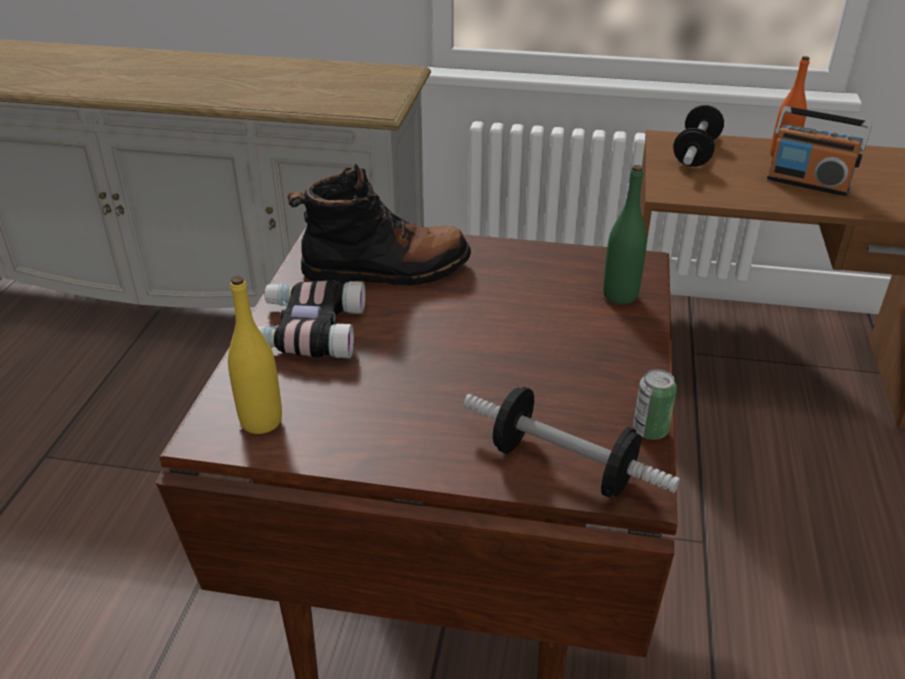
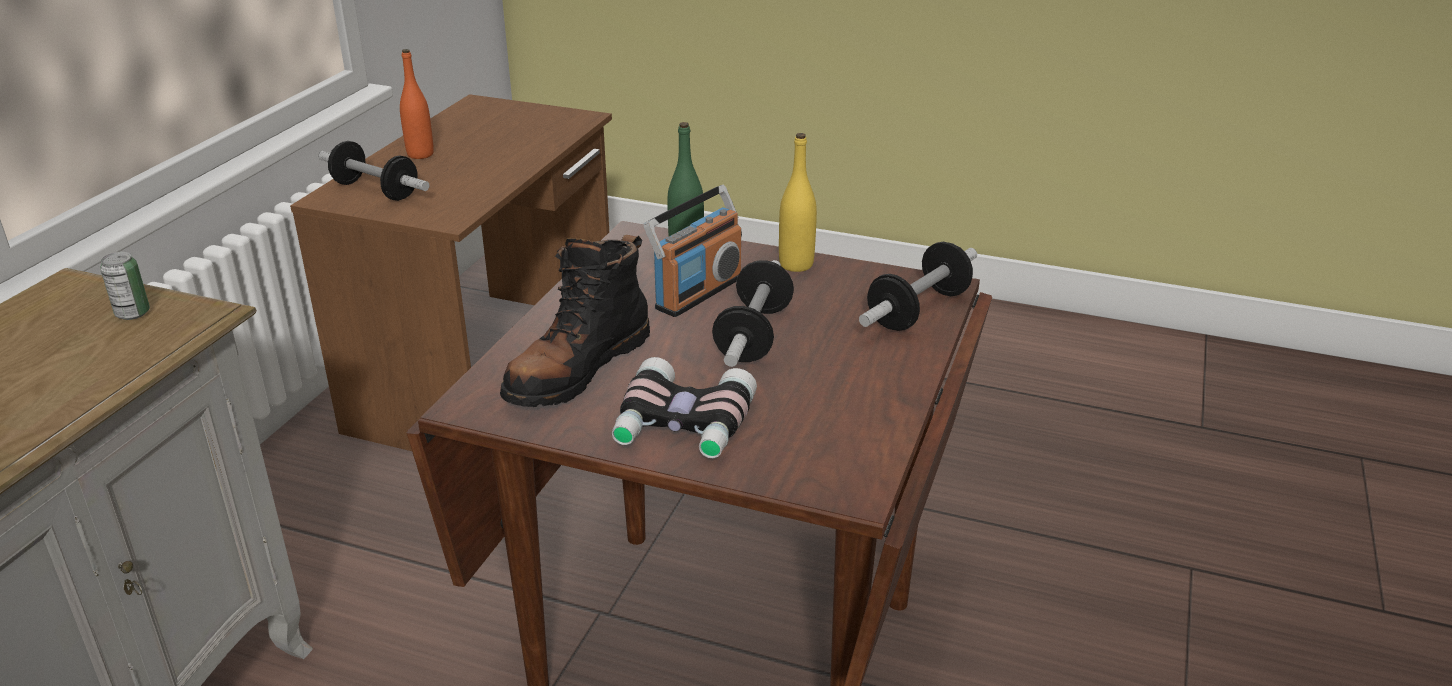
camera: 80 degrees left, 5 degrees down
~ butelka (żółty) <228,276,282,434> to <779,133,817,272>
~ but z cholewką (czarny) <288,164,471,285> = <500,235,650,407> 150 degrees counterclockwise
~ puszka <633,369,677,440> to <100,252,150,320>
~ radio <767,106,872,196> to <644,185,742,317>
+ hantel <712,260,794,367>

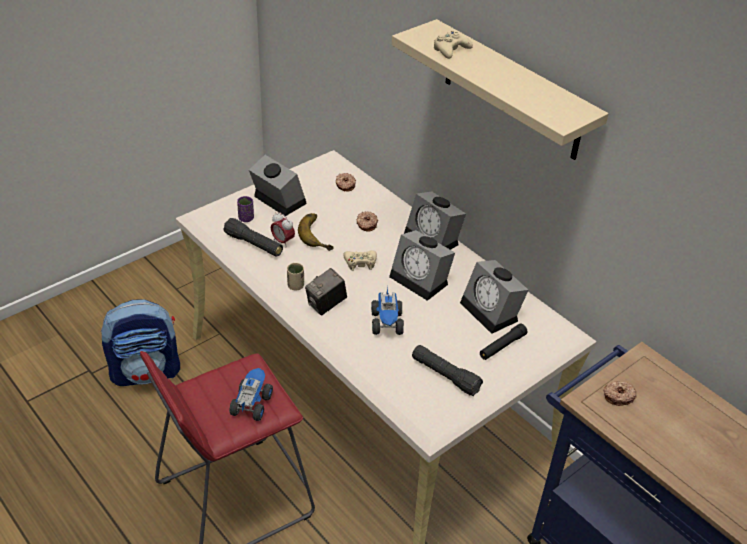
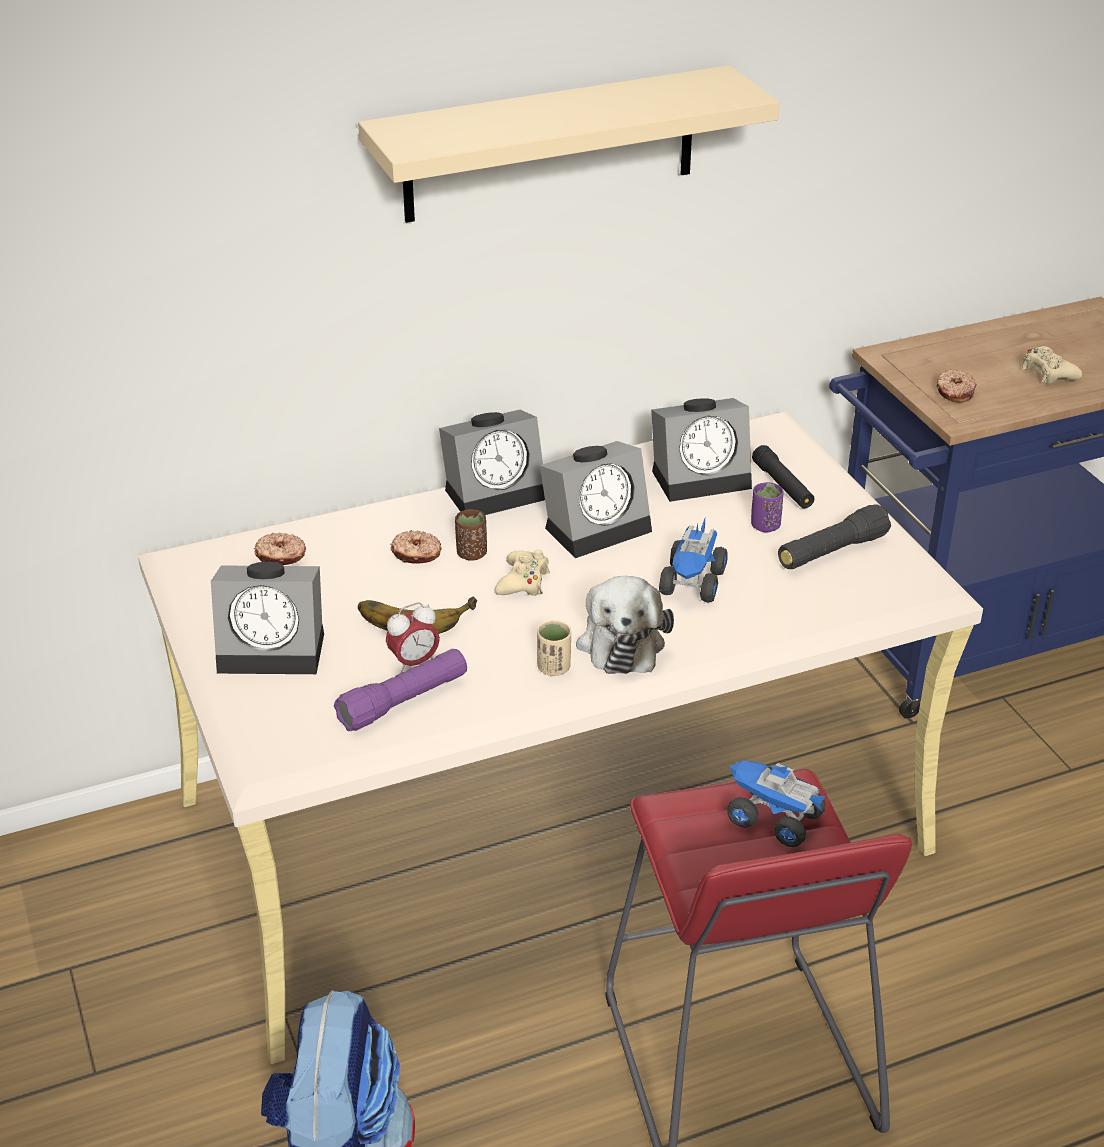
camera: 70 degrees left, 5 degrees down
~ latarka (czarny) <223,218,283,257> to latarka (fioletowy) <334,649,467,731>
~ filiżanka (fioletowy) <237,196,254,222> to <751,482,784,532>
~ budzik <249,155,307,216> = <211,562,324,674> 150 degrees counterclockwise
~ aparat fotograficzny <305,268,347,315> to pluszak <576,576,674,674>
~ ciężarówka zabawkowa <371,286,404,335> = <659,519,727,603> 90 degrees clockwise
~ pad do gier (beżowy) <434,31,473,59> to <1022,346,1082,384>
+ filiżanka (brązowy) <455,509,487,561>

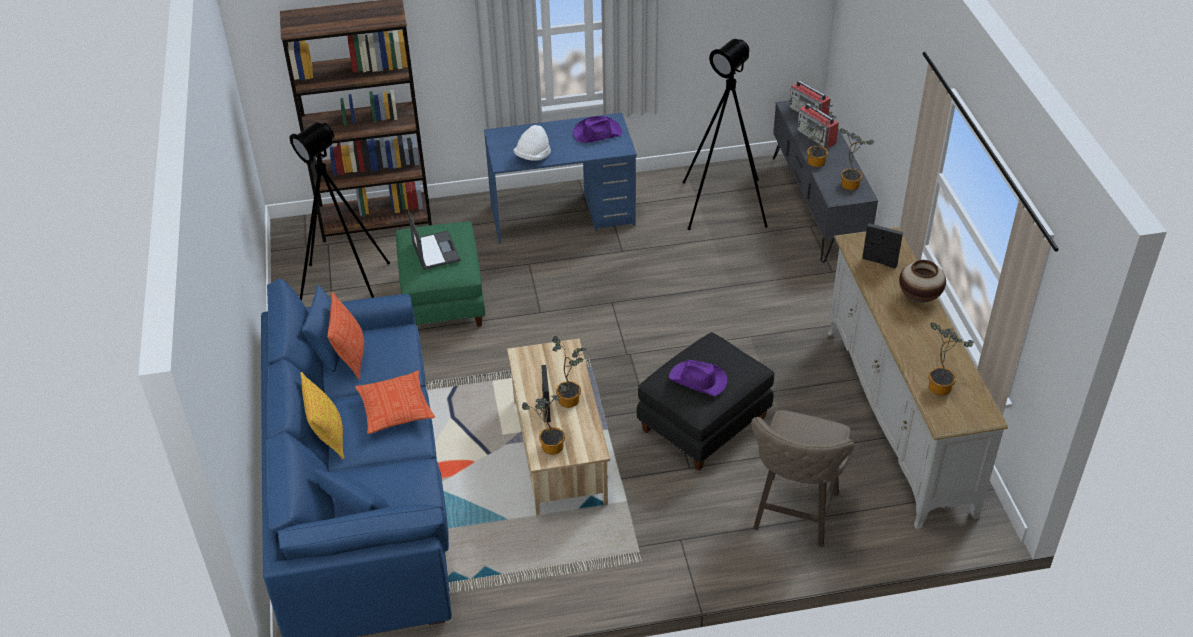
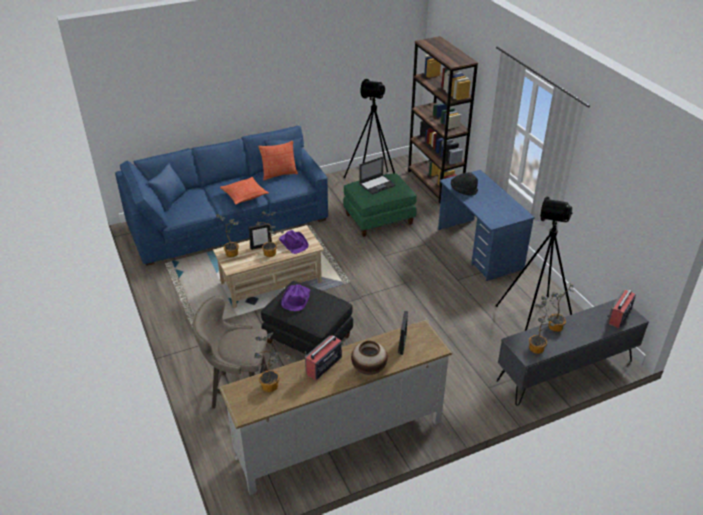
camera: 75 degrees right, 5 degrees down
- poduszka (żółty) <300,372,345,460>
~ kapelusz (biały) <513,125,551,161> to kapelusz (czarny) <451,172,478,196>
~ kapelusz (fioletowy) <573,116,622,143> to <278,230,309,254>
~ radio <797,103,839,148> to <305,335,342,380>

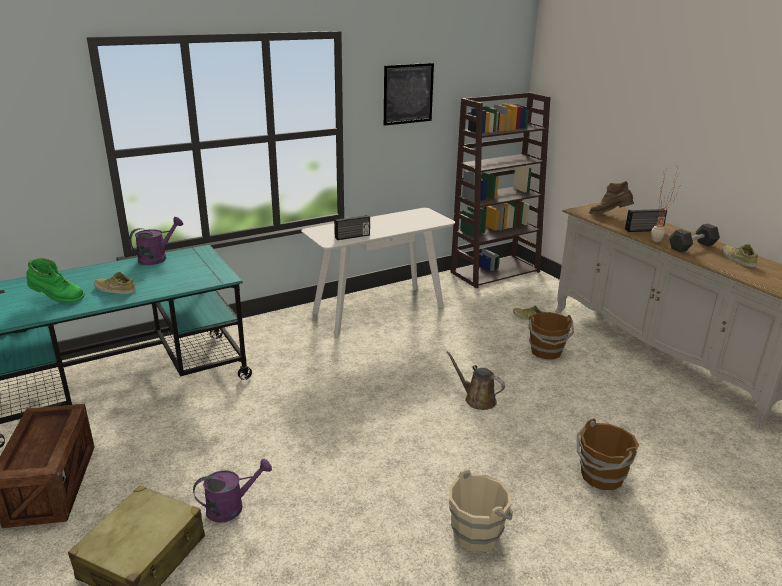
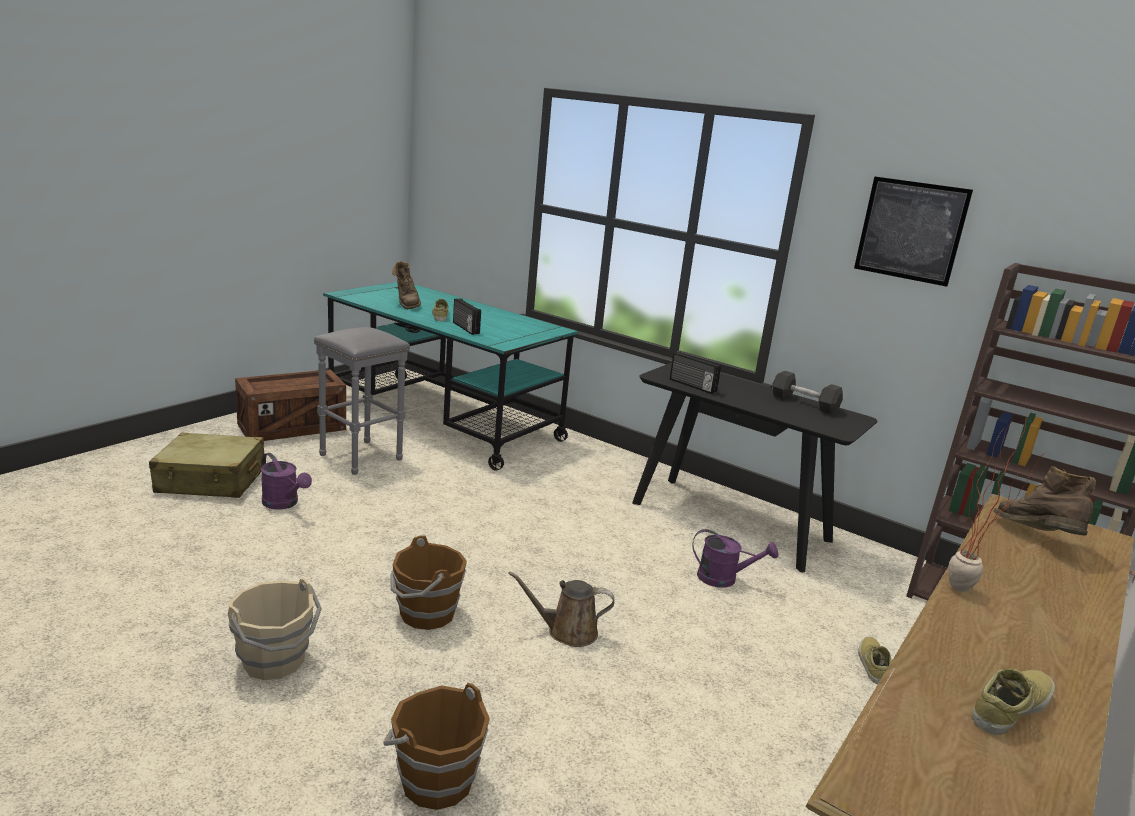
camera: 65 degrees right, 5 degrees down
~ but z cholewką (zielony) <26,258,85,303> to but z cholewką (brązowy) <392,261,421,309>
~ konewka (fioletowy) <129,217,183,265> to <692,529,778,588>
~ stolik konsolowy (biały) <301,208,455,336> to stolik konsolowy (czarny) <632,362,877,573>
~ konewka (brązowy) <446,351,505,410> = <509,571,614,647> 105 degrees counterclockwise
~ wiadro (brązowy) <529,312,574,359> to <390,535,467,630>
~ radio <625,209,667,232> to <453,299,481,335>
~ hantel (szary) <669,224,720,252> to <772,371,843,414>
+ stołek (szary) <314,327,410,475>

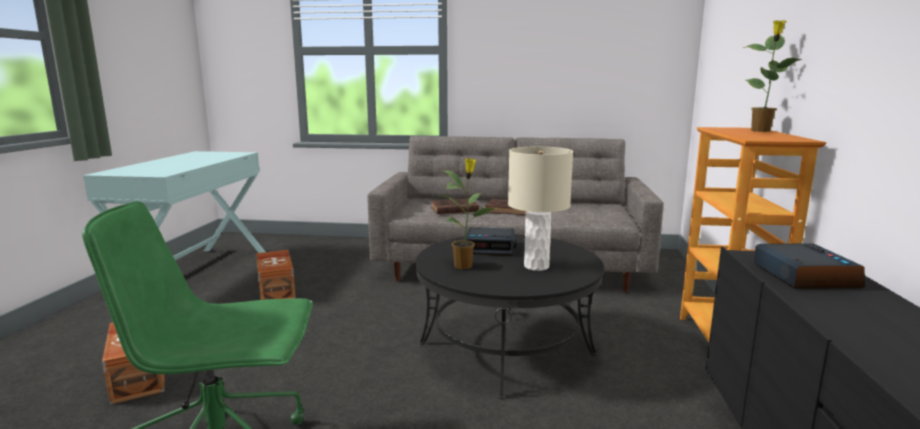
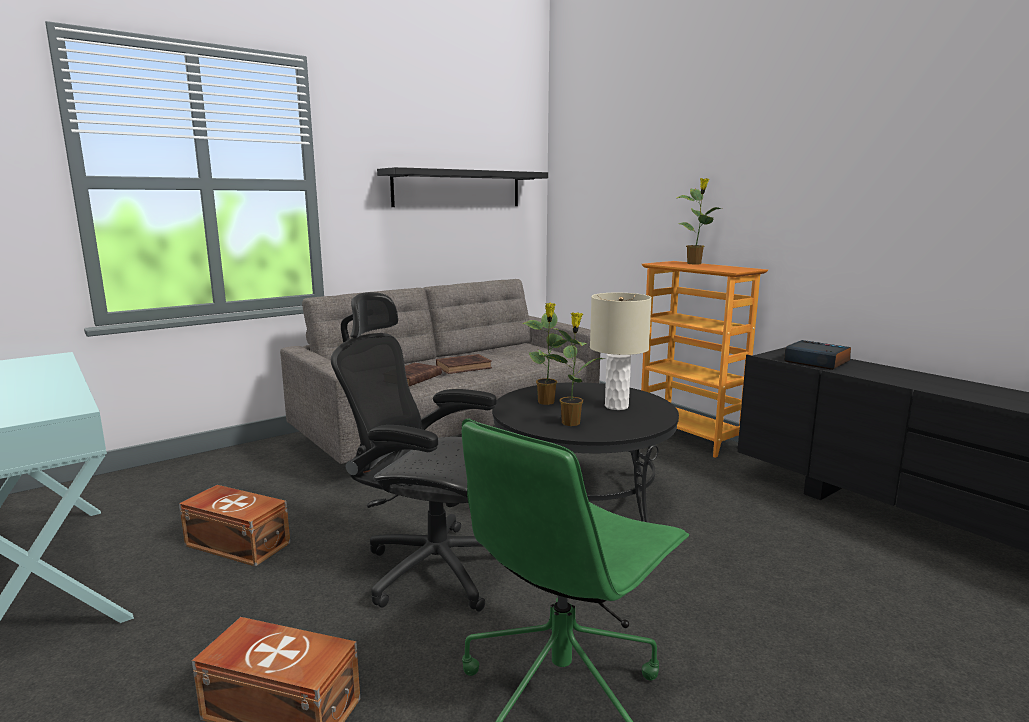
camera: 45 degrees left, 0 degrees up
~ budzik <465,227,516,256> to roślina doniczkowa <522,303,568,405>
+ krzesło biurowe <331,292,497,612>
+ półka (czarny) <377,167,548,207>

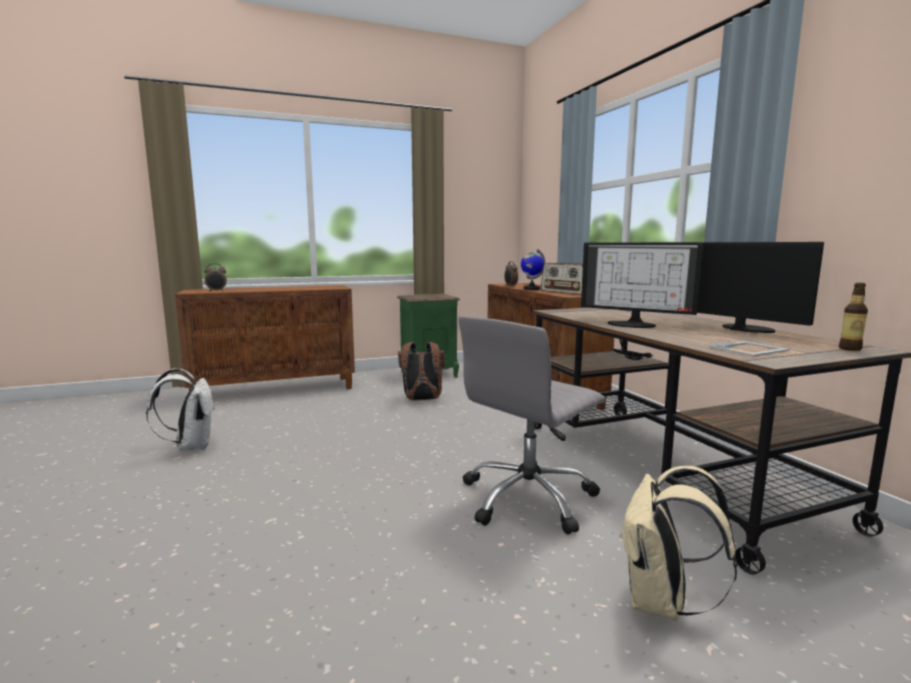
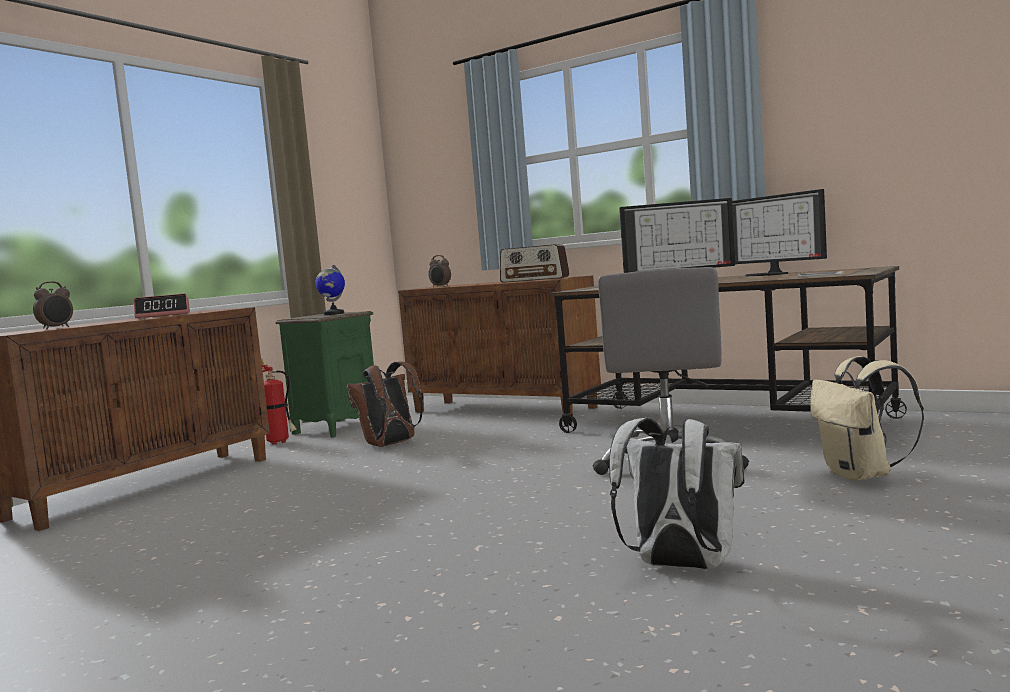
camera: 35 degrees left, 5 degrees down
~ plecak (biały) <146,368,215,451> to <609,418,745,570>
~ globus <521,249,545,290> to <315,265,345,315>
~ monitor <697,242,824,333> = <732,189,827,277> 150 degrees counterclockwise
- butelka <839,283,868,351>
+ budzik <134,294,190,319>
+ gaśnica <261,358,297,444>

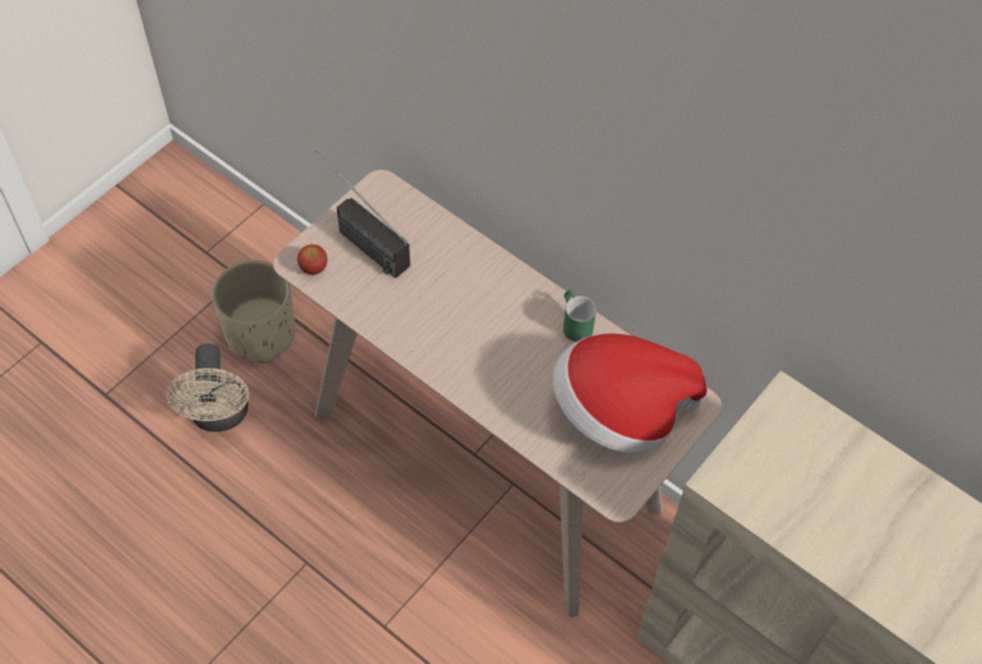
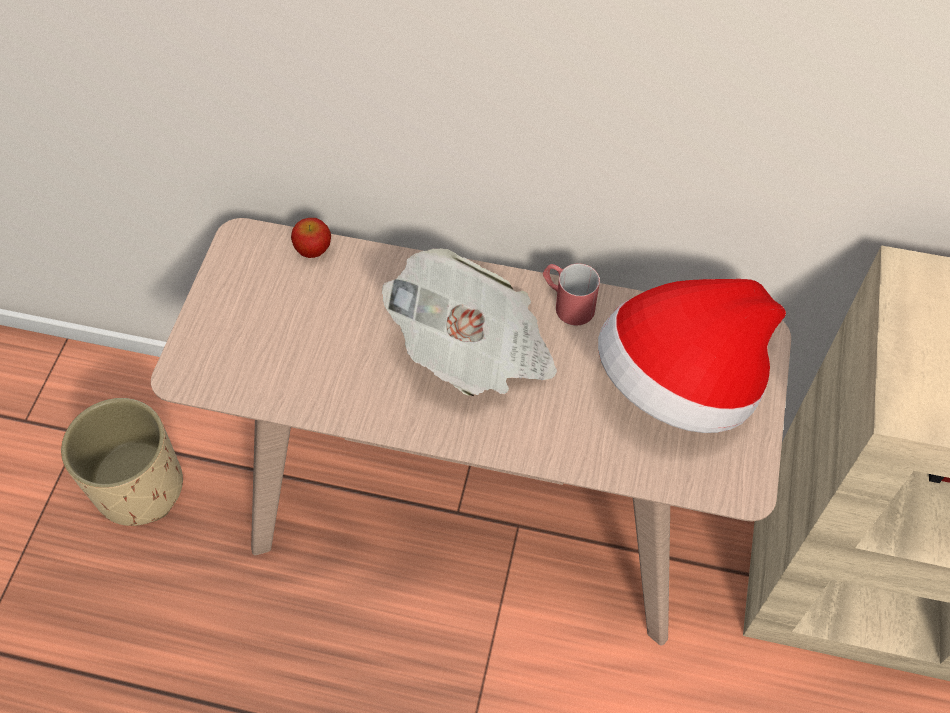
camera: 25 degrees left, 0 degrees up
- wentylator (beżowy) <166,343,249,432>
~ jabłko <297,244,327,275> to <291,218,331,258>
- radio <316,151,410,278>
~ kubek (zielony) <563,290,596,342> to kubek (czerwony) <543,263,600,326>
+ gazeta <382,248,557,397>

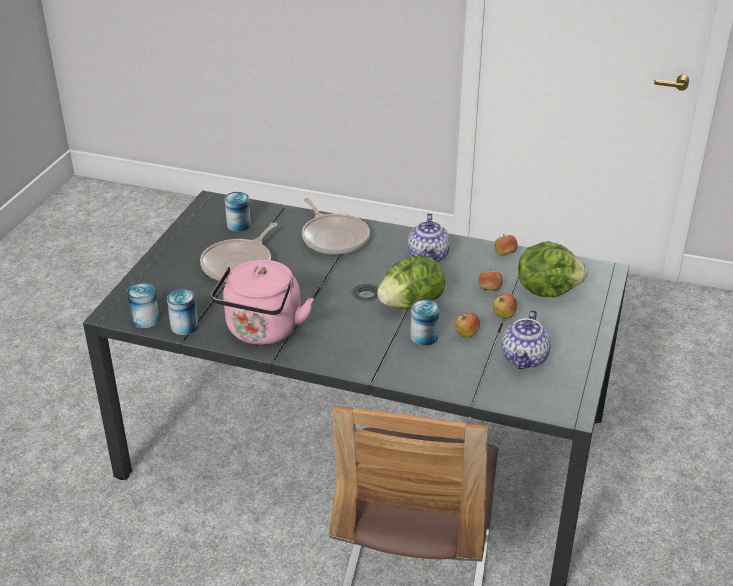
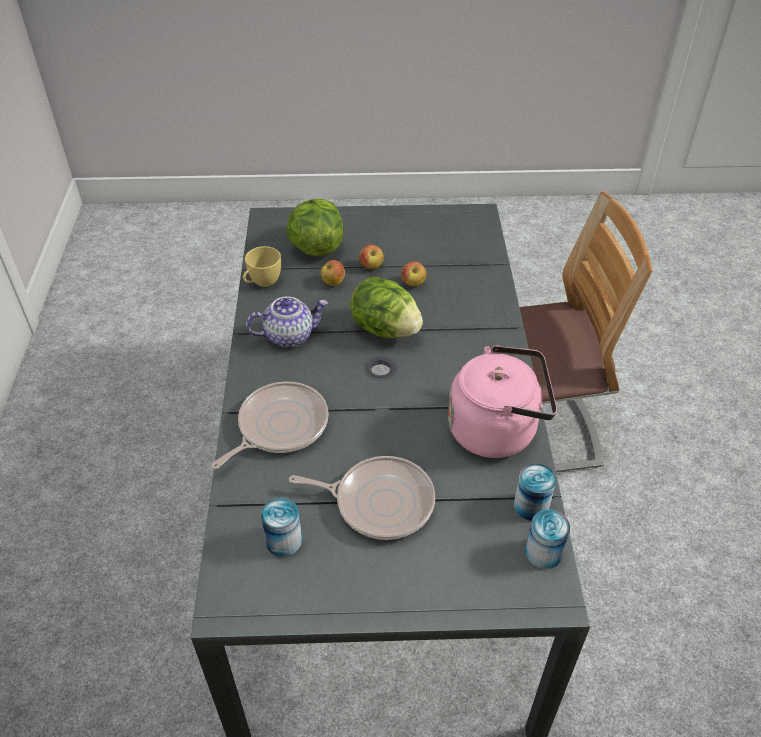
camera: 110 degrees left, 10 degrees up
- puszka <410,299,440,346>
~ jabłko <495,234,518,256> to filiżanka (żółty) <243,246,281,287>
- imbryk <502,310,551,369>

